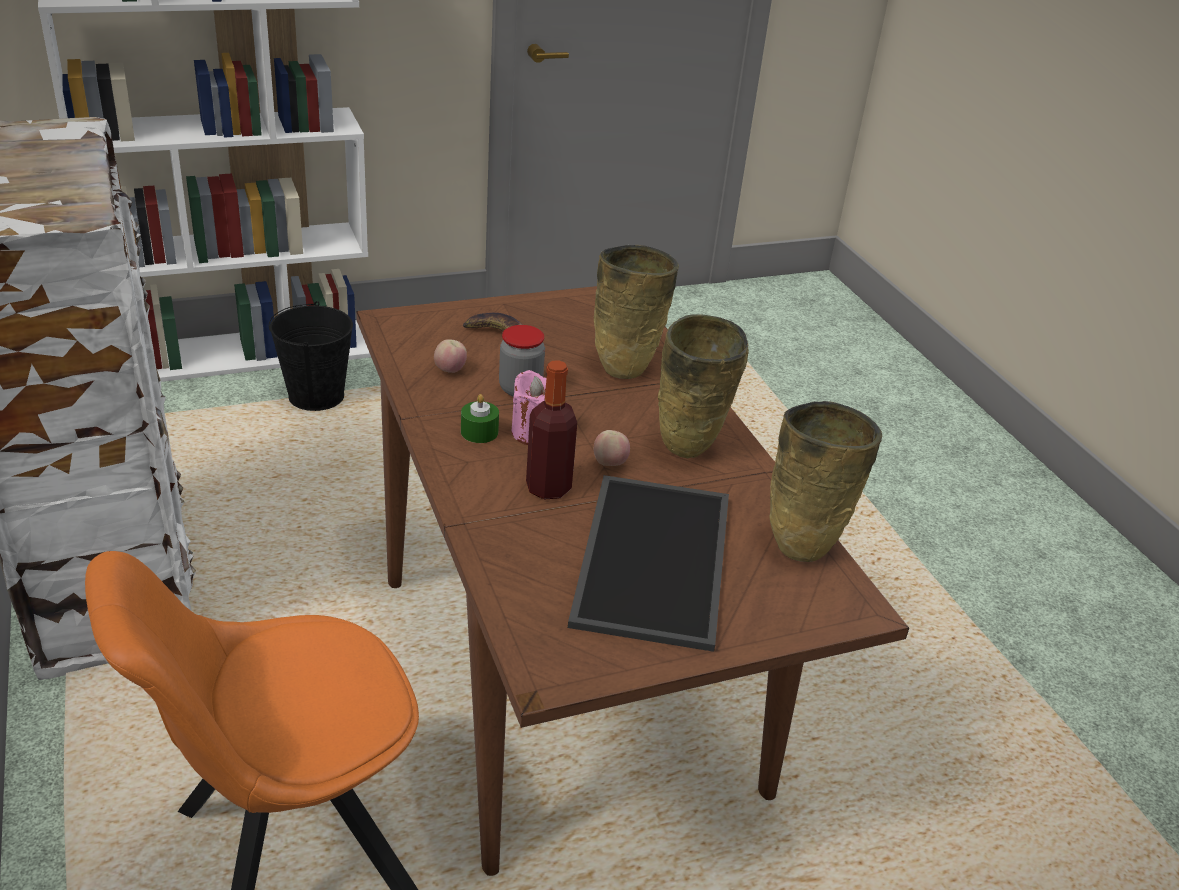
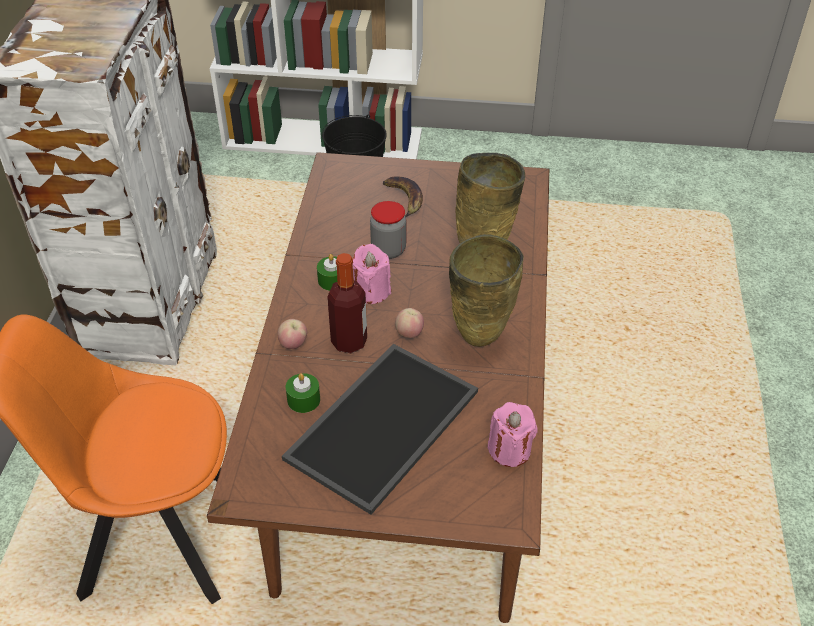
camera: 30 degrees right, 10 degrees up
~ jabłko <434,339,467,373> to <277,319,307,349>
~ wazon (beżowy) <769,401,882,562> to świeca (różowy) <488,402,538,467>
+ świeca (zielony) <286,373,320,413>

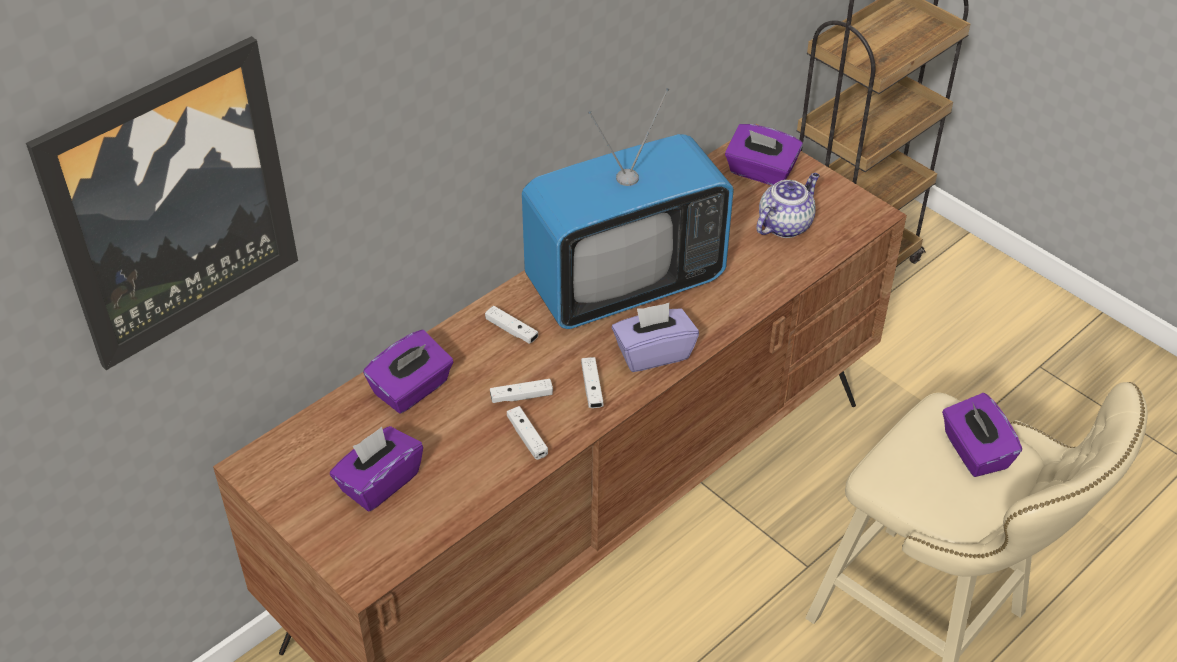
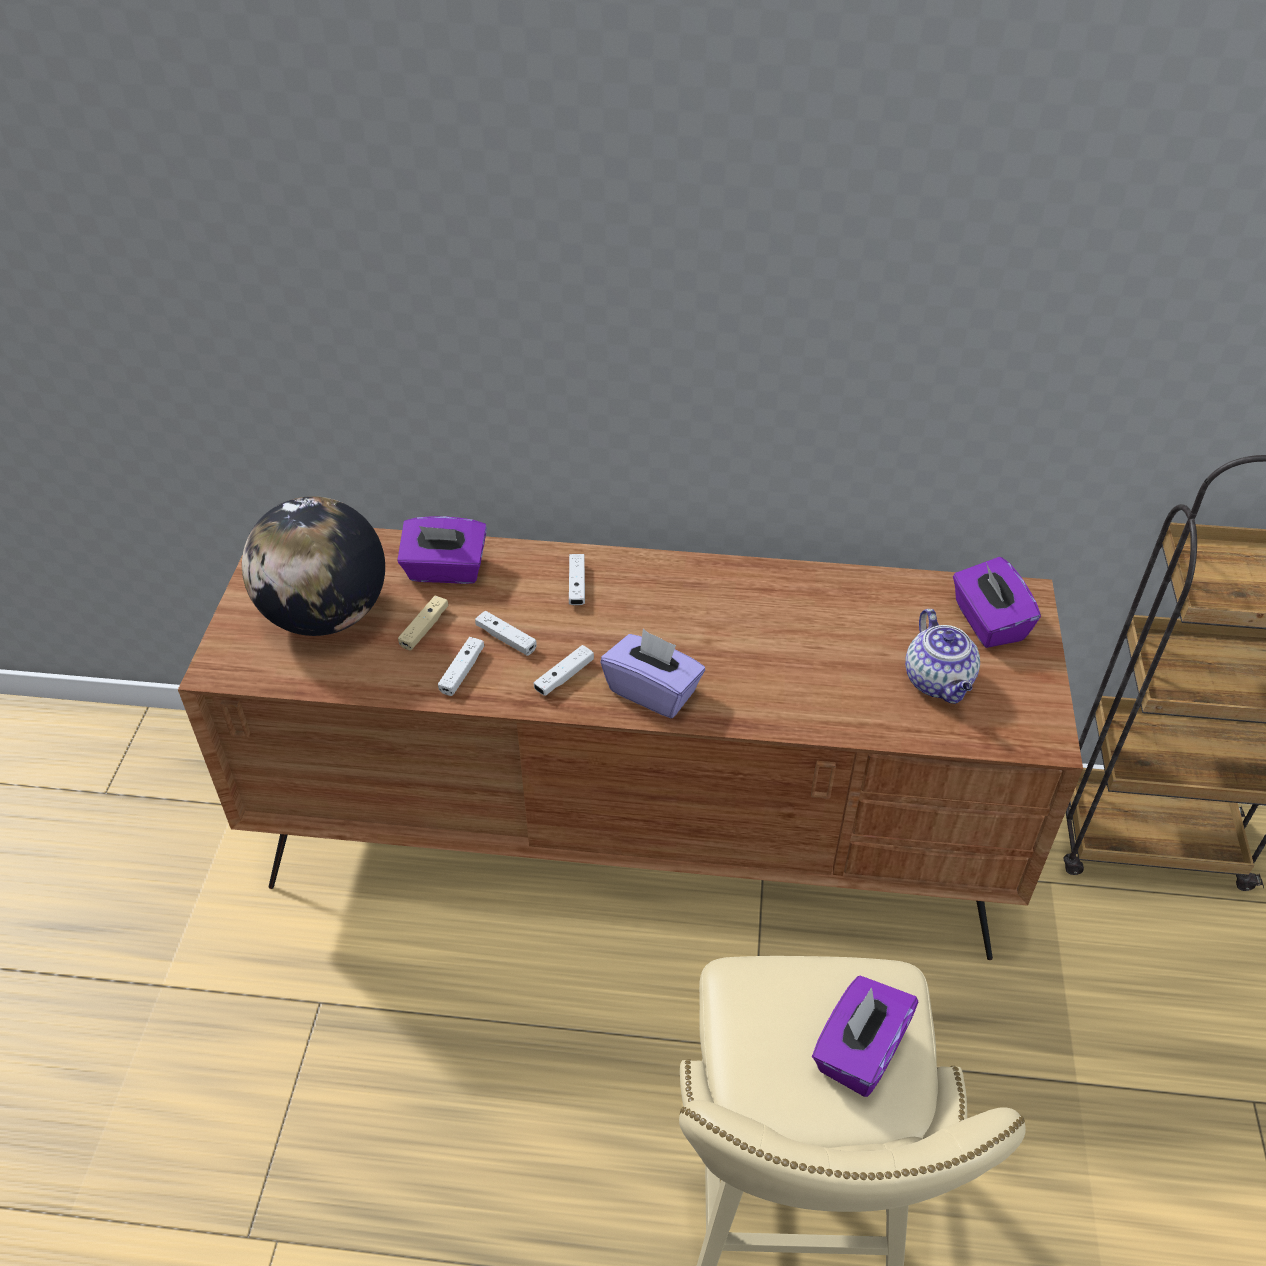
camera: 50 degrees right, 0 degrees up
- obraz <26,36,298,370>
~ pudełko chusteczek (fioletowy) <330,426,423,511> to globus <242,496,385,636>
- telewizor <522,88,734,329>
~ imbryk <756,173,820,238> = <905,609,980,704> 75 degrees clockwise
+ pad do gier (beżowy) <398,596,449,651>

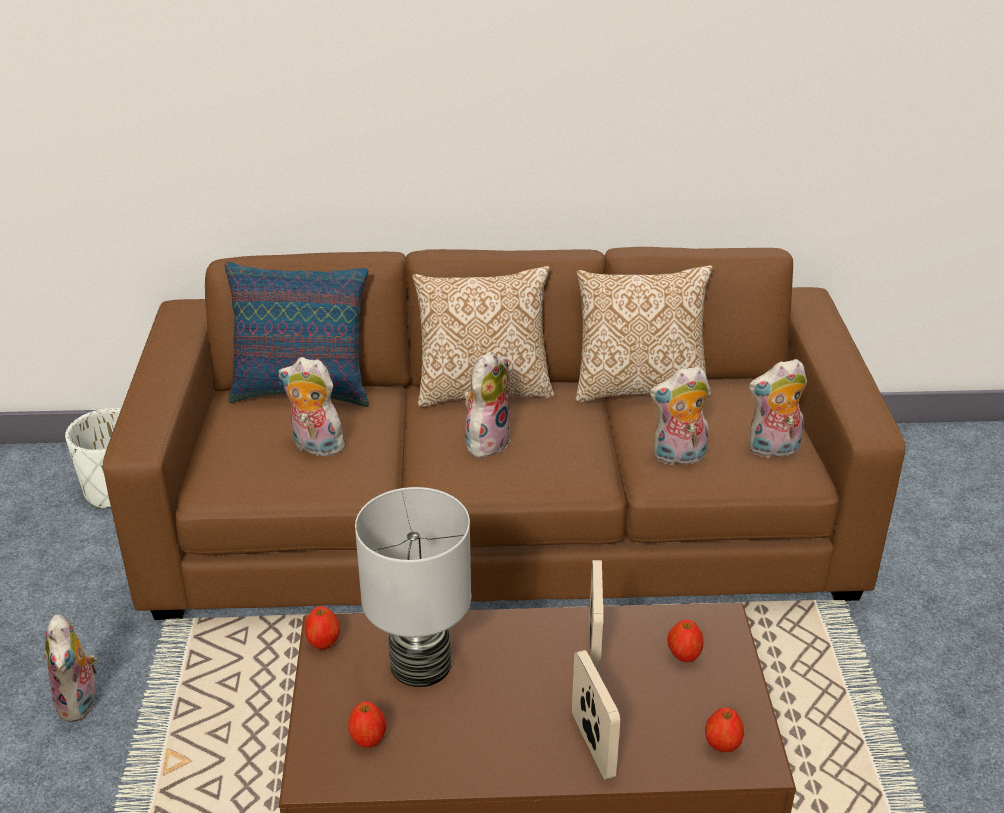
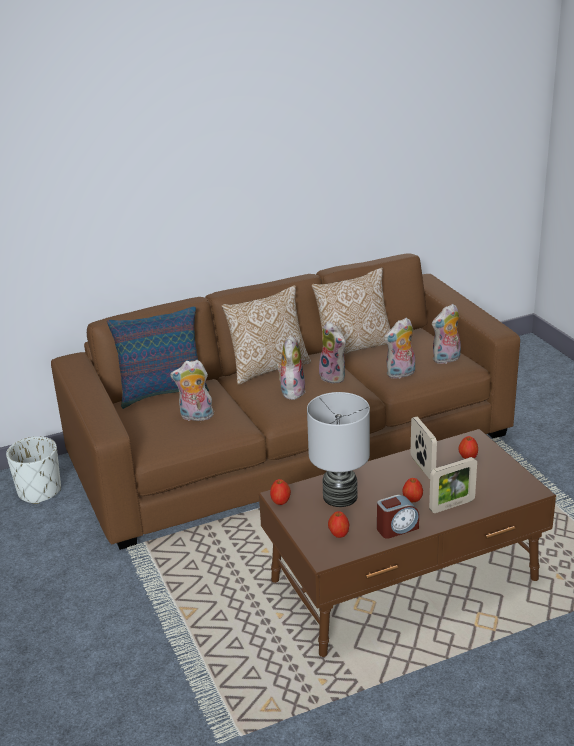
camera: 20 degrees left, 5 degrees down
~ pluszak <45,614,97,722> to <316,321,346,383>
~ ramka na zdjęcie <572,650,620,780> = <429,457,477,513> 105 degrees clockwise
~ jabłko <705,708,744,752> to <402,478,423,502>
+ budzik <377,495,419,539>

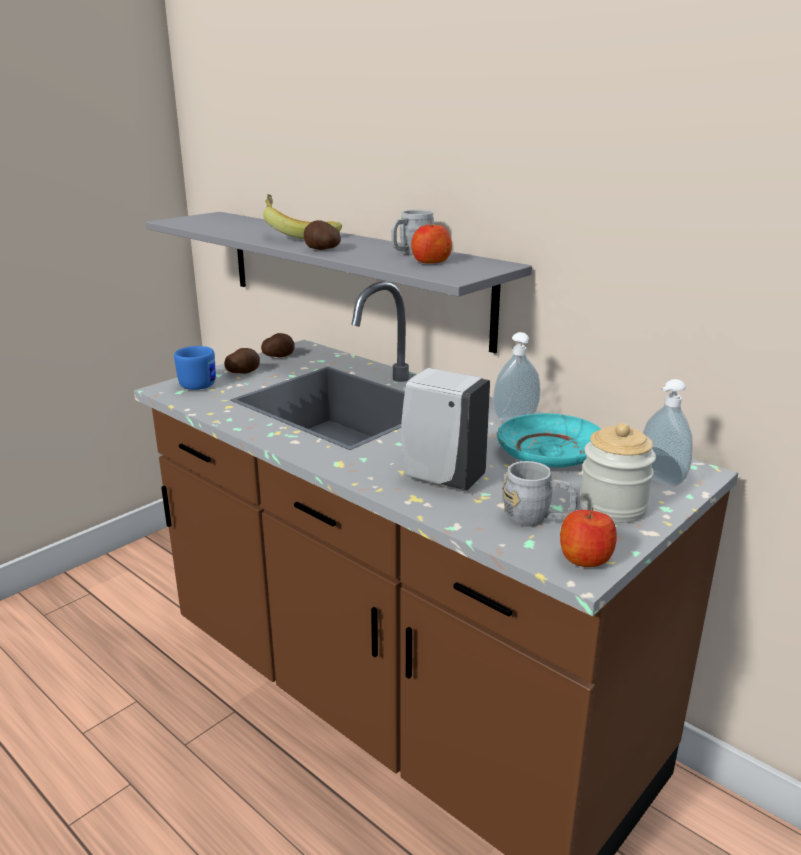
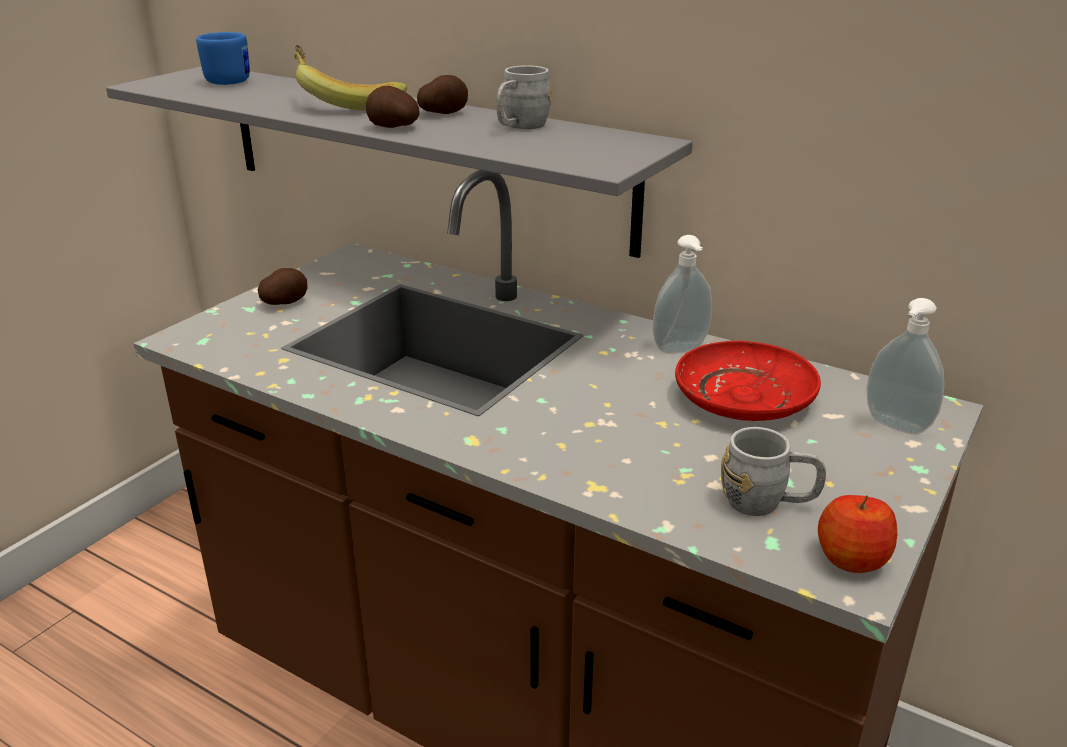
camera: 10 degrees left, 5 degrees up
~ kubek (niebieski) <174,346,216,390> to <196,32,250,85>
~ ziemniak <261,333,295,358> to <417,75,468,114>
- dozownik mydła (biały) <402,368,490,491>
- jabłko <411,220,452,263>
~ talerz (turkusowy) <497,413,601,467> to talerz (czerwony) <675,341,821,421>
- słoik <579,423,656,523>

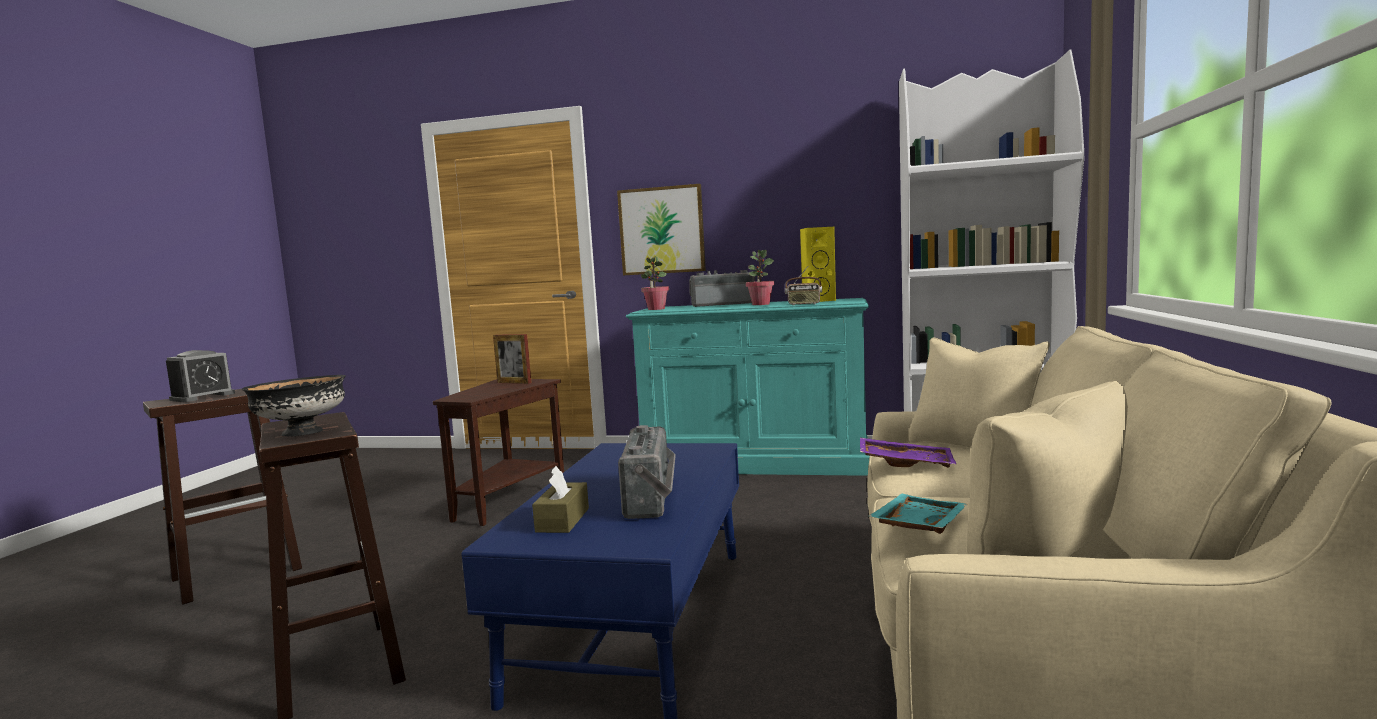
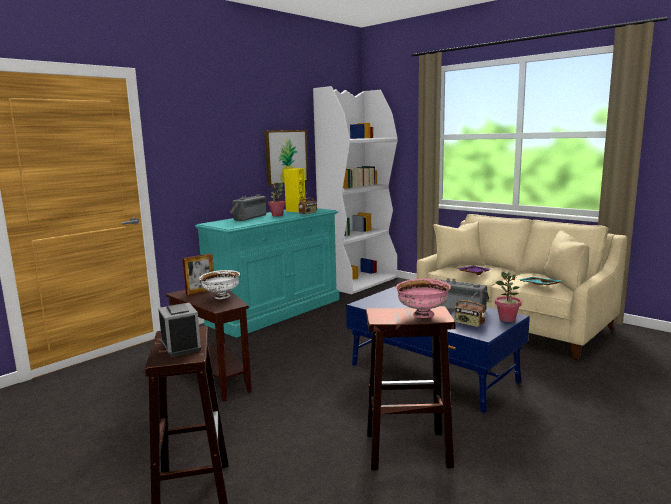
camera: 60 degrees left, 5 degrees up
~ miska (czarny) <242,375,346,437> to miska (różowy) <395,279,451,318>
~ pudełko chusteczek (brązowy) <532,466,589,533> to radio <454,293,486,327>
~ obraz <617,184,706,275> to <265,130,308,186>
~ roślina doniczkowa <641,256,669,310> to <495,272,522,322>
+ miska (biały) <199,270,240,299>

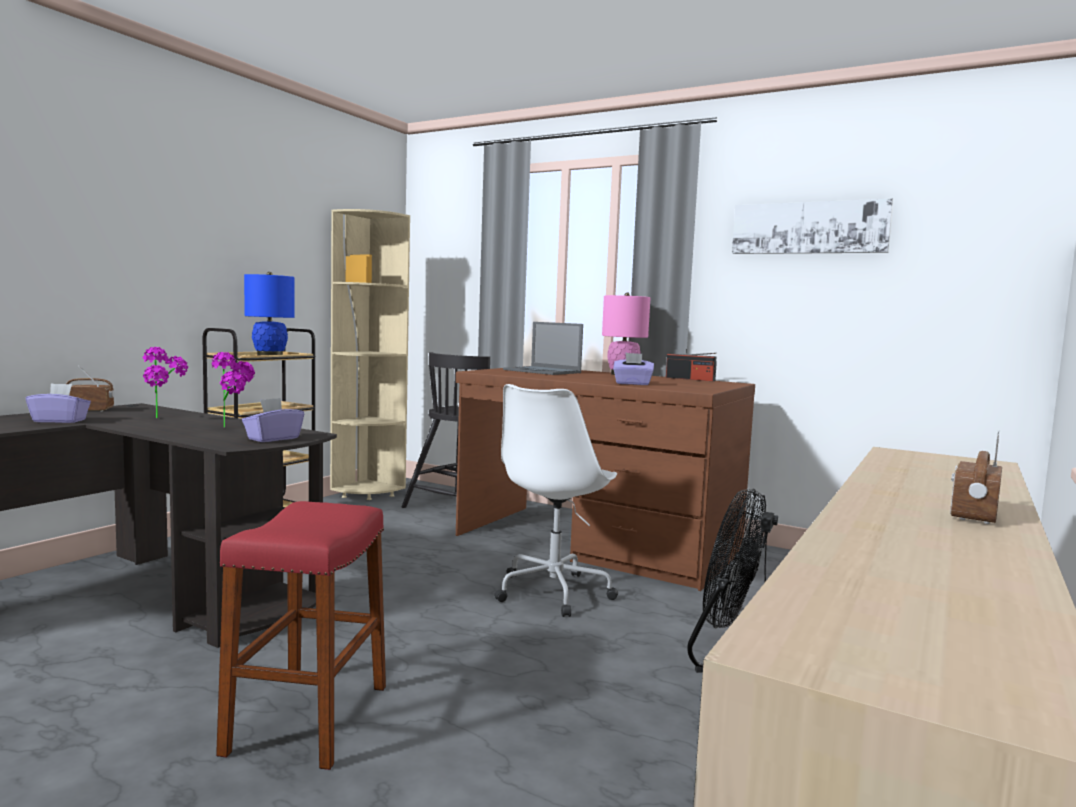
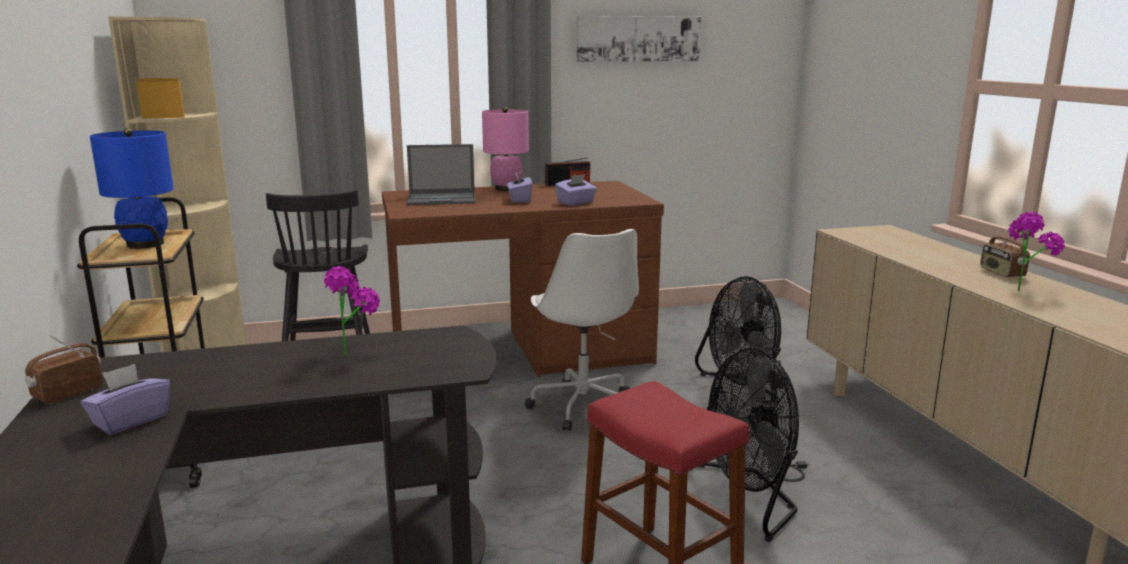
camera: 45 degrees left, 10 degrees up
~ roślina doniczkowa <143,347,188,418> to <1008,212,1065,291>
~ pudełko chusteczek (fioletowy) <242,398,304,442> to <507,172,532,203>
+ wentylator (czarny) <698,348,809,542>

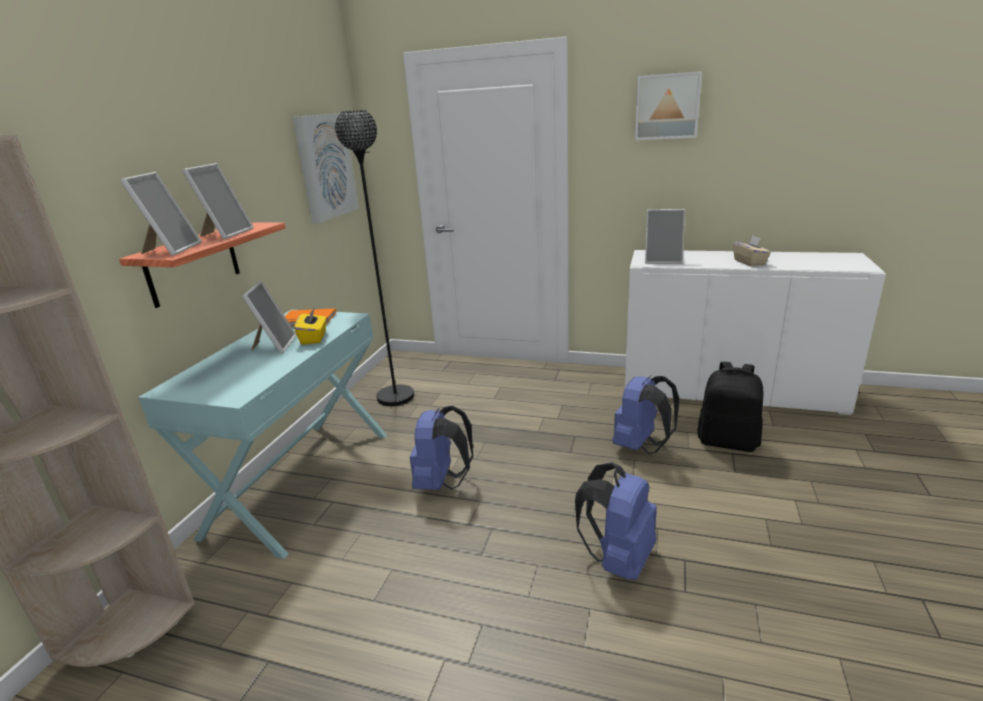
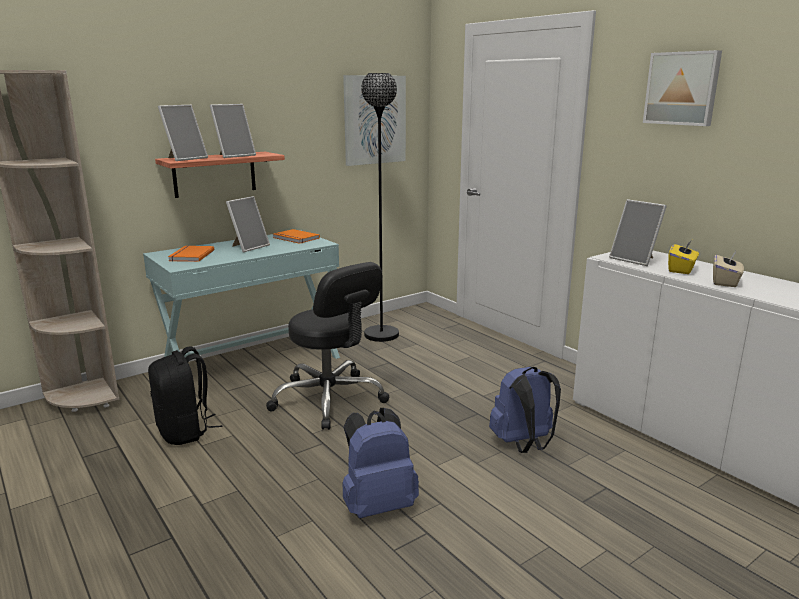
camera: 35 degrees right, 5 degrees down
~ pudełko chusteczek (żółty) <295,308,326,345> to <668,240,699,274>
~ plecak (niebieski) <410,406,473,490> to krzesło biurowe (czarny) <266,262,389,430>
~ plecak (czarny) <698,362,763,452> to <148,346,223,445>
+ książka (pomarańczowy) <168,246,214,262>

